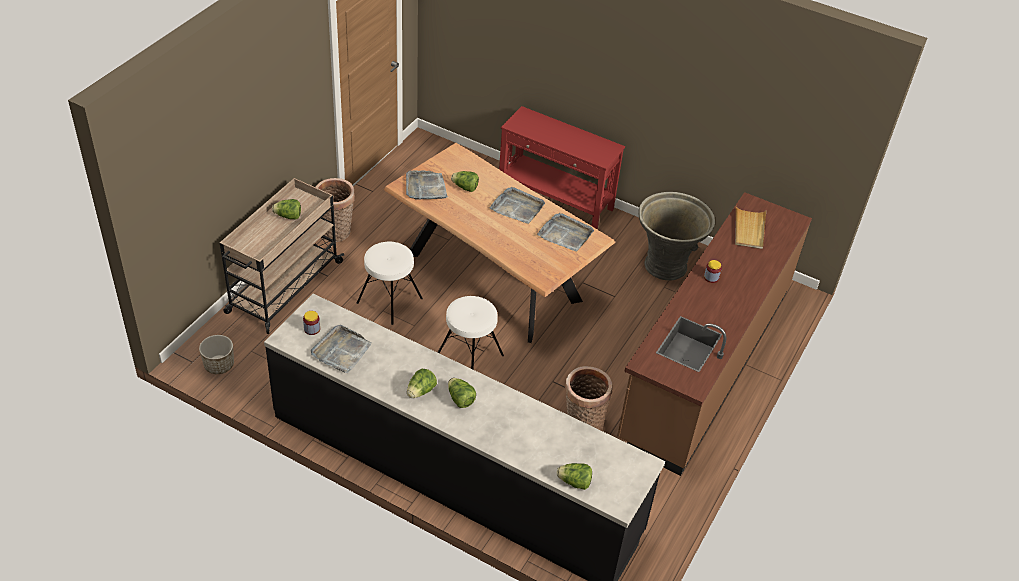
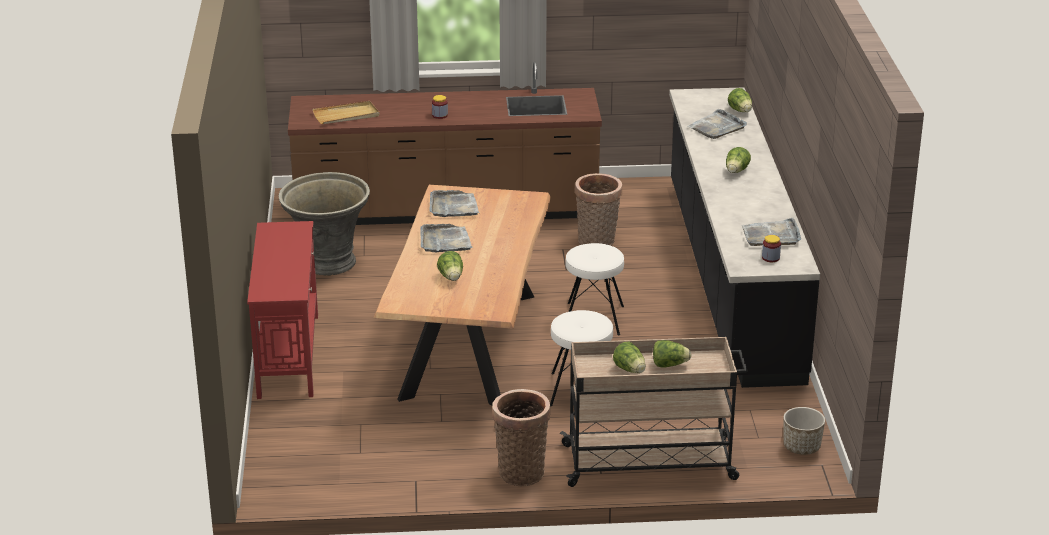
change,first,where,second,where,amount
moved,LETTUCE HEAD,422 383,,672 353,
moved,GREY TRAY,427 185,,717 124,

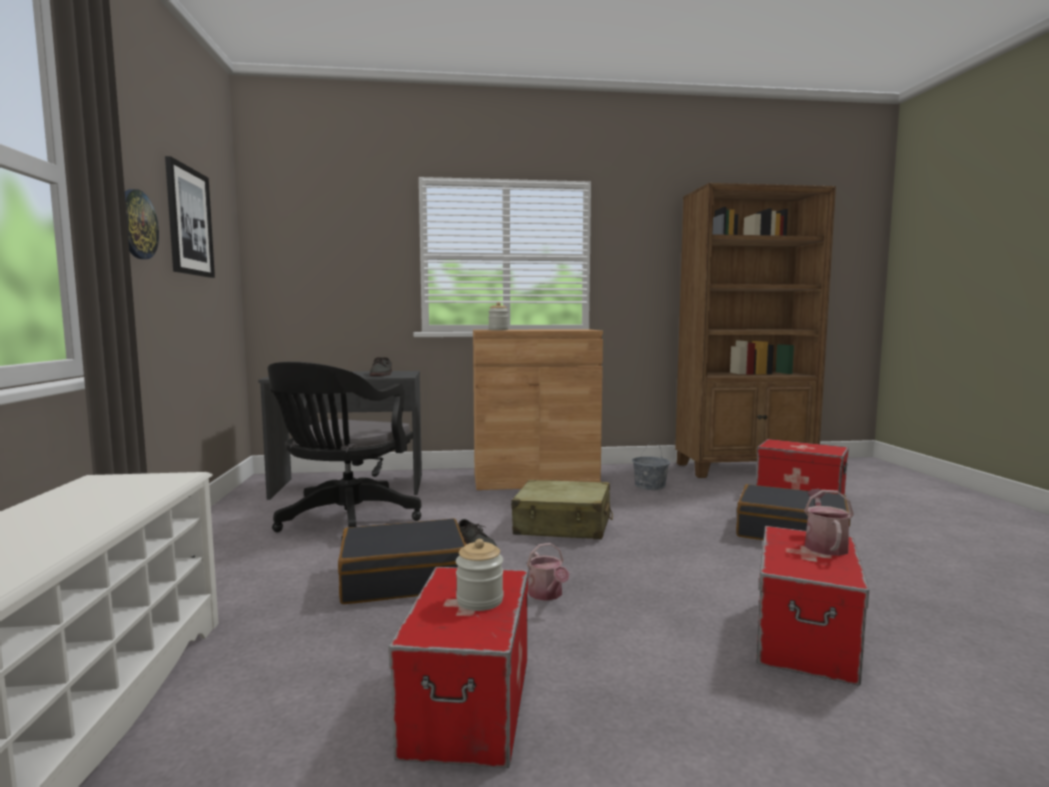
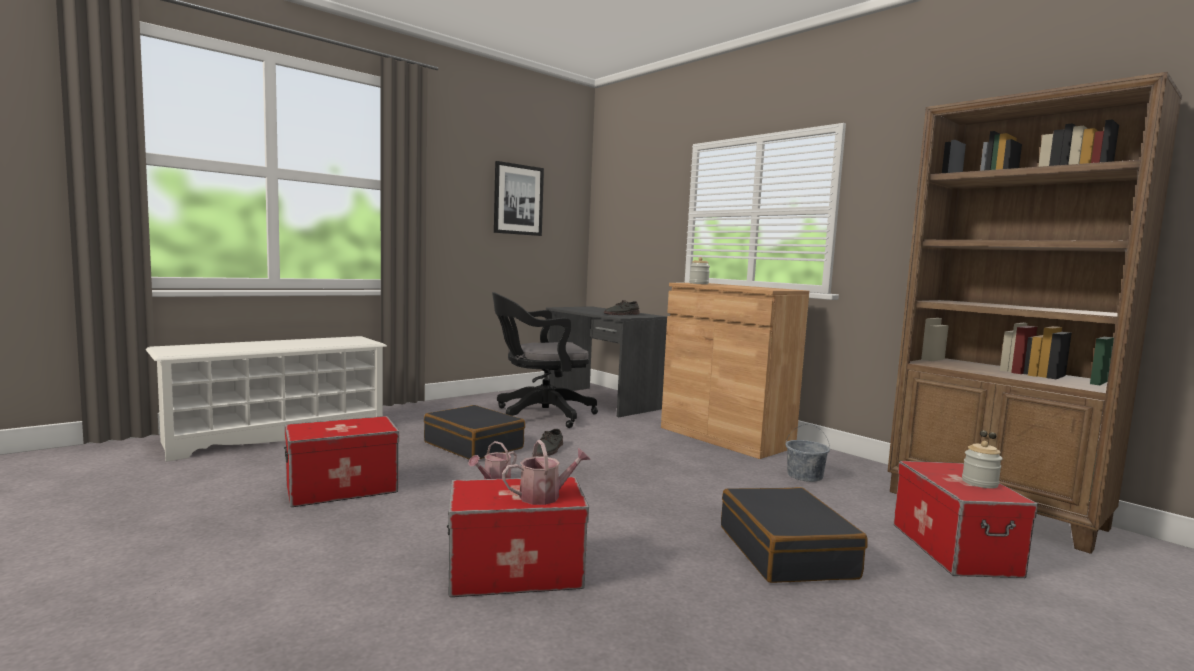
change,first,where,second,where,amount
moved,JAR,480 575,,982 464,
removed,CLOCK ON THE WALL,142 224,,,
removed,BEIGE-COLOURED SUITCASE,562 509,,,

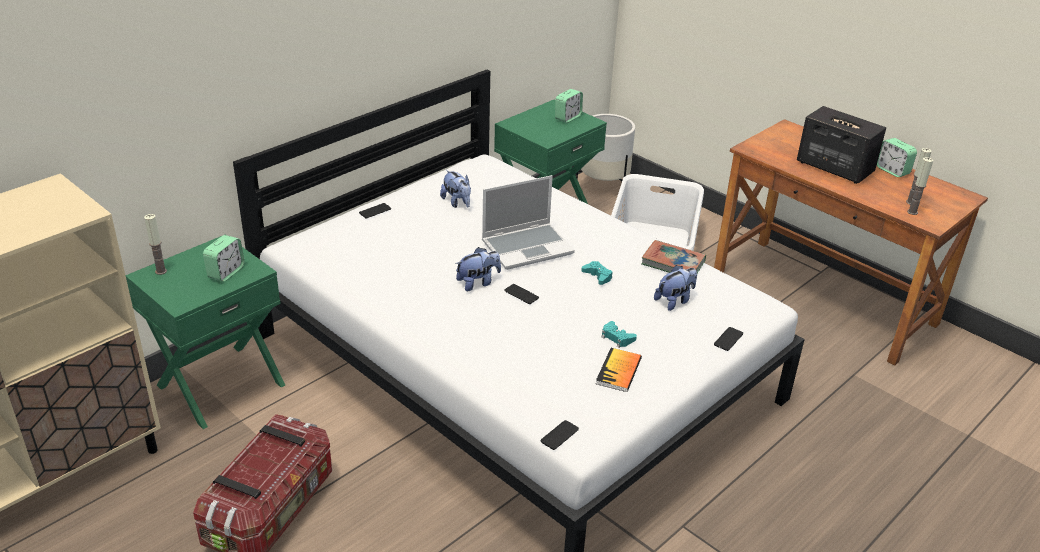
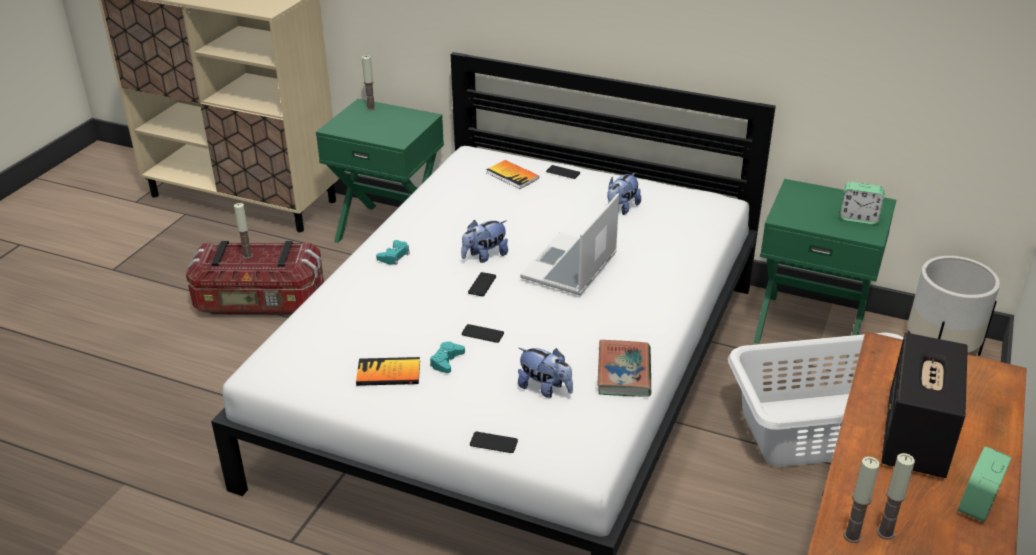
change,first,where,second,where,amount
added,,,WAX LIGHT,243 231,
moved,BLUE-GREEN GAMEPAD,597 273,,393 252,
turned,CUDDLY TOY,478 269,,484 241,105 degrees clockwise
moved,HANDSET,560 435,,482 333,
added,,,BOOK,512 174,
turned,PORTABLE COMPUTER,528 222,,569 244,75 degrees clockwise
removed,BEDSIDE CLOCK,224 258,,,

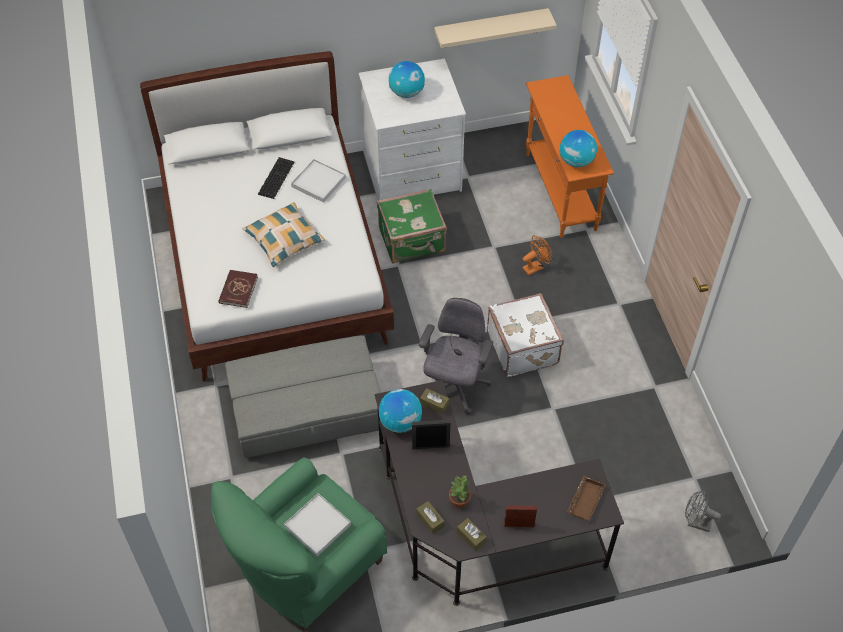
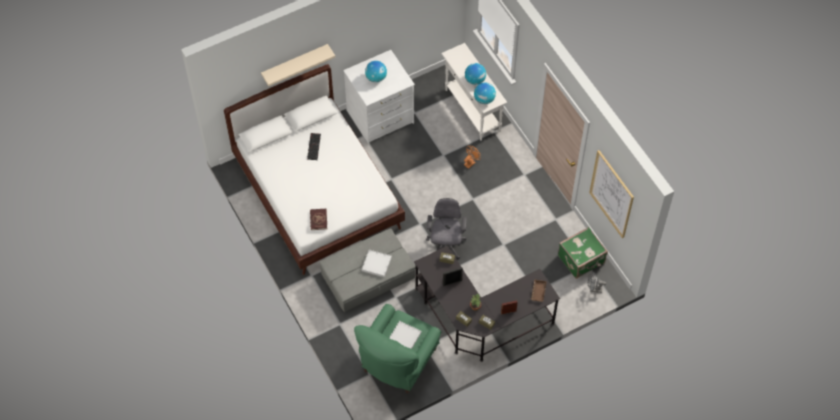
change,first,where,second,where,amount
moved,BEIGE-COLOURED BRACKET SHELF,495 28,,298 65,
moved,WHITISH TRAY,318 181,,377 263,
recoloured,ORANGE-COLOURED CONSOLE TABLE,570 156,WHITISH CONSOLE TABLE,474 92,
moved,WORLD GLOBE,400 411,,475 74,
moved,GREENISH SUITCASE,412 226,,583 253,
added,,,WALL PICTURE,611 194,
removed,PILLOW,283 234,,,
removed,WHITISH SUITCASE,525 335,,,

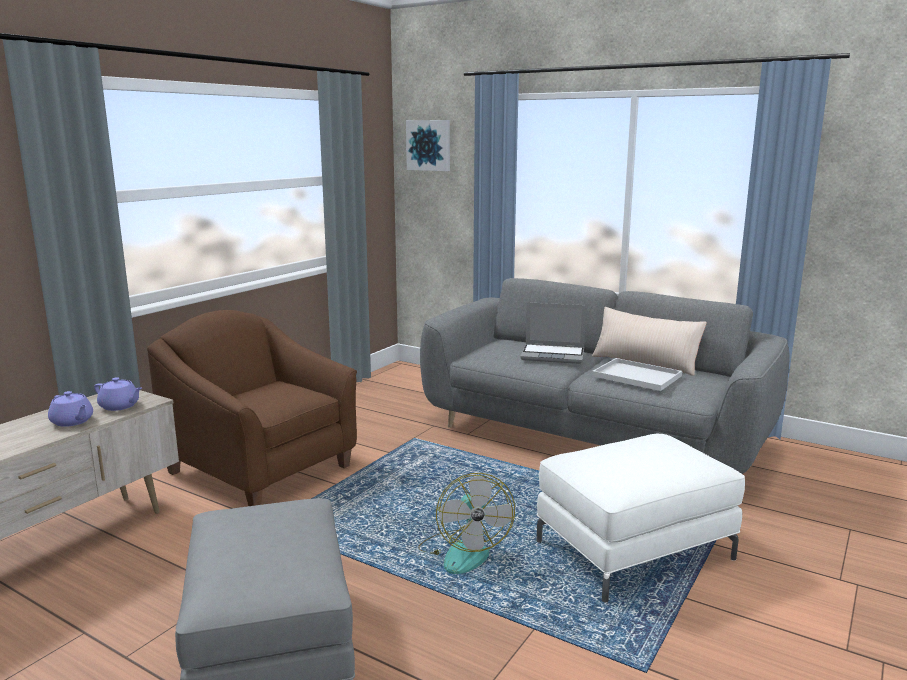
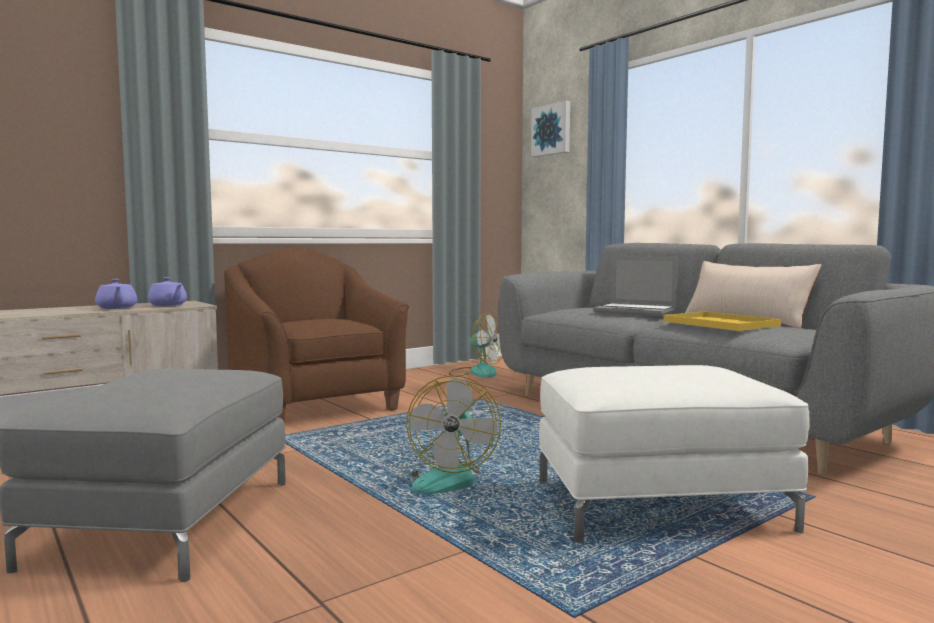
change,first,where,second,where,amount
added,,,FAN,476 345,
recoloured,WHITISH TRAY,637 374,YELLOW TRAY,722 321,

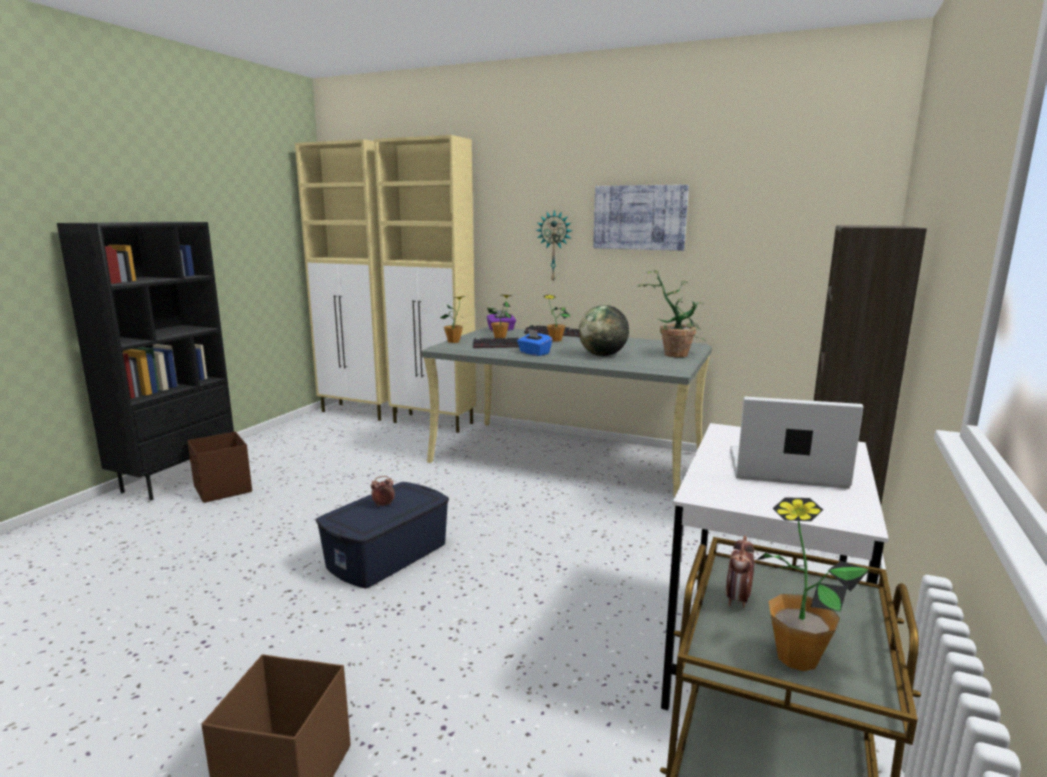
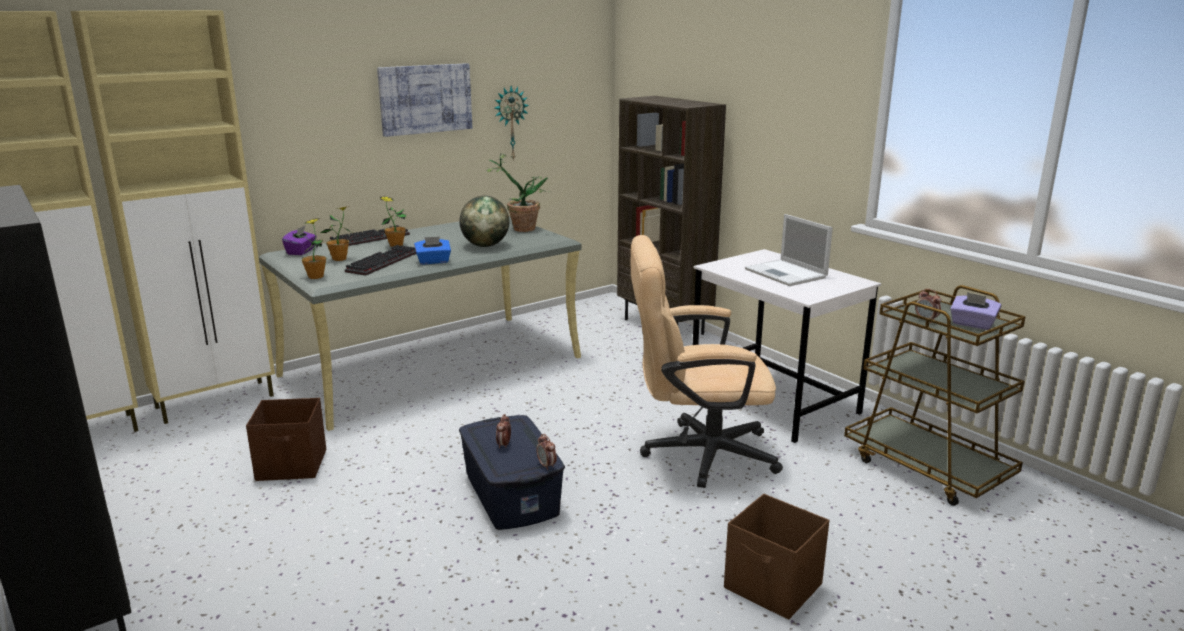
change,first,where,second,where,amount
moved,BROWN-COLOURED STORAGE CONTAINER,219 467,,286 439,
moved,CLOCK ON THE WALL,554 245,,511 123,
added,,,BEDSIDE CLOCK,547 452,
added,,,BEIGE-COLOURED DESK CHAIR,707 361,
turned,PORTABLE COMPUTER,796 443,,789 250,75 degrees counterclockwise
replaced,POTTED PLANT,813 584,PURPLE BOX OF TISSUES,975 311,

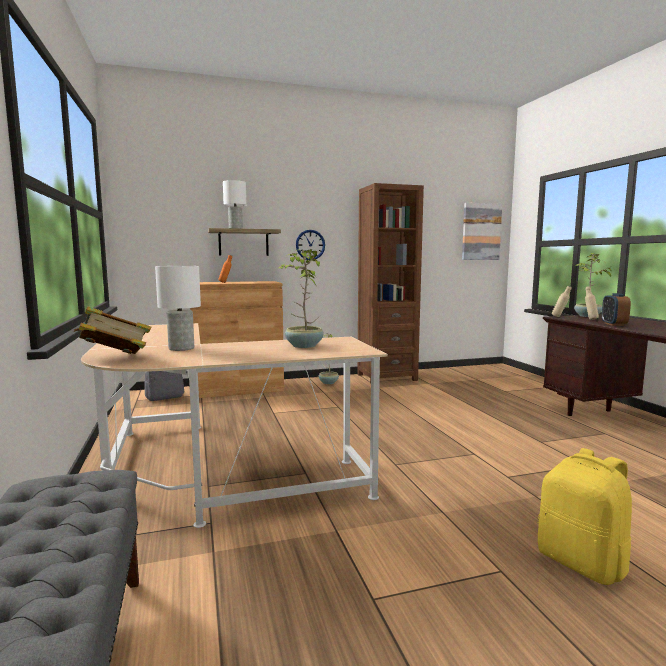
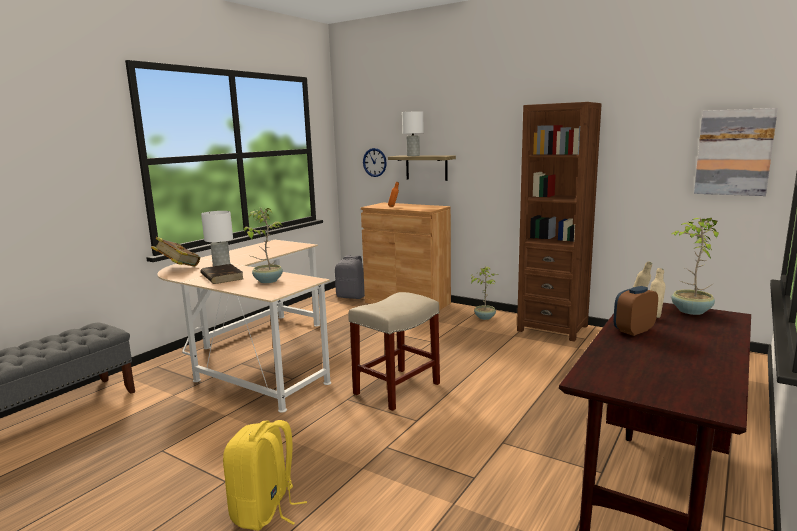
change,first,where,second,where,amount
added,,,BROWN-COLOURED BOOK,222 274,
added,,,BEIGE-COLOURED SITTING STOOL,394 351,
moved,CLOCK ON THE WALL,310 245,,375 162,

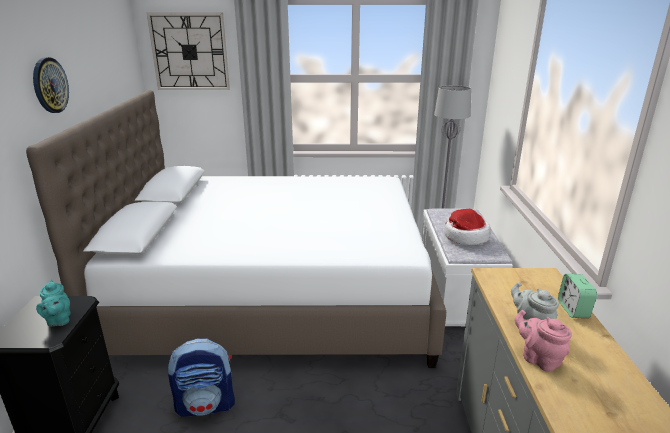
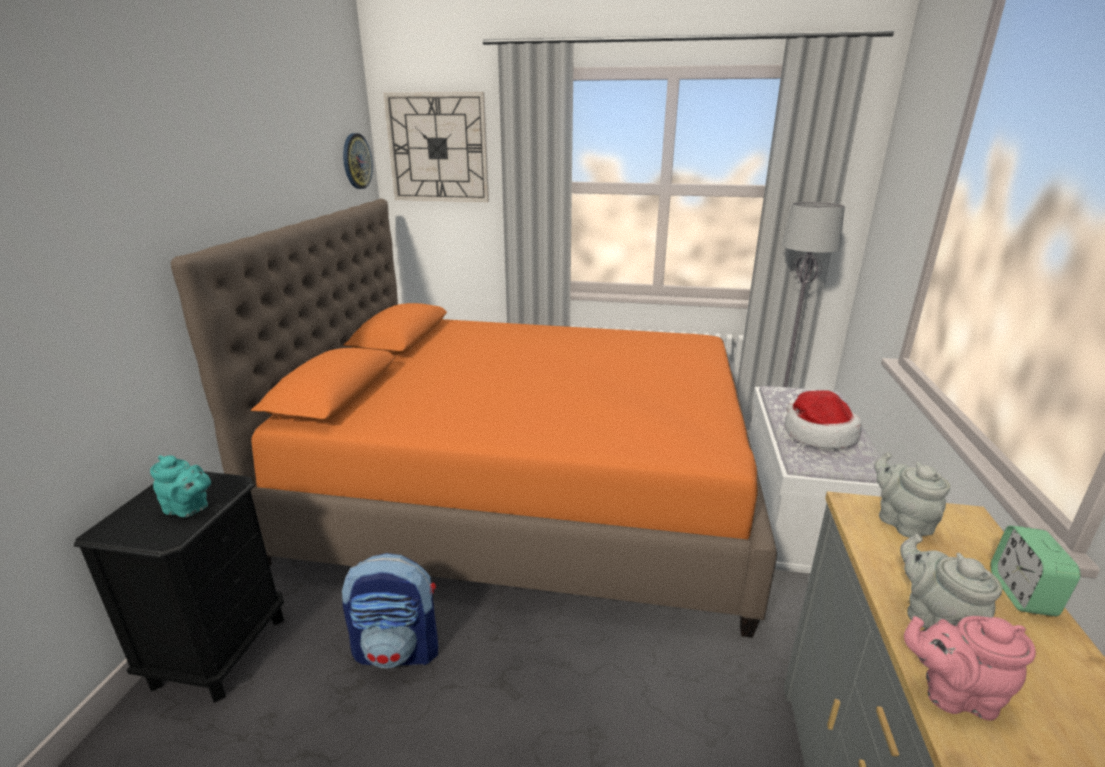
change,first,where,second,where,amount
turned,BLUE-GREEN TEA POT,53 303,,180 486,60 degrees counterclockwise
recoloured,WHITISH BED,236 229,ORANGE-COLOURED BED,474 418,
moved,CLOCK ON THE WALL,51 85,,358 161,
added,,,GREY TEA POT,912 495,
turned,PINKISH TEA POT,543 341,,970 668,45 degrees counterclockwise

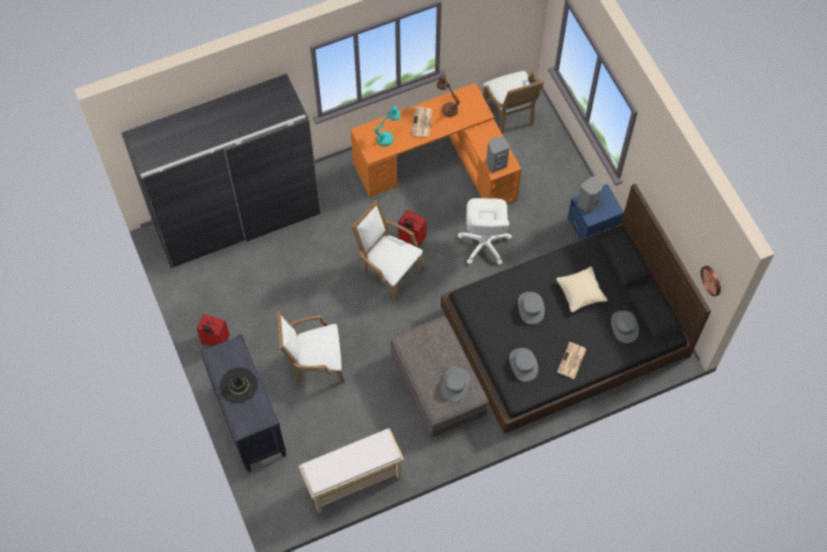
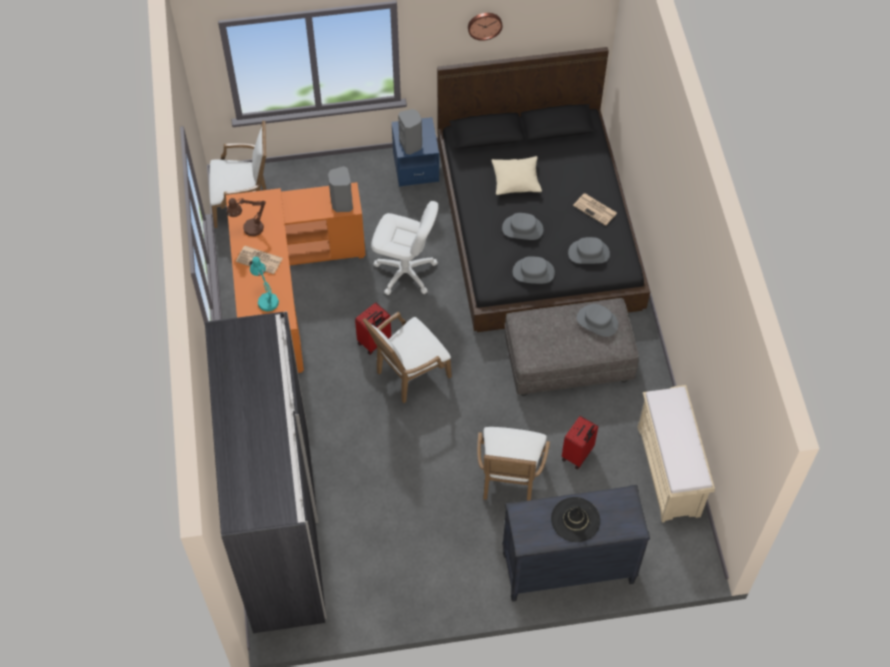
change,first,where,second,where,amount
moved,CLOCK ON THE WALL,711 281,,485 27,
moved,GREY HAT,625 326,,534 270,
moved,REDDISH SUITCASE,213 330,,580 442,

